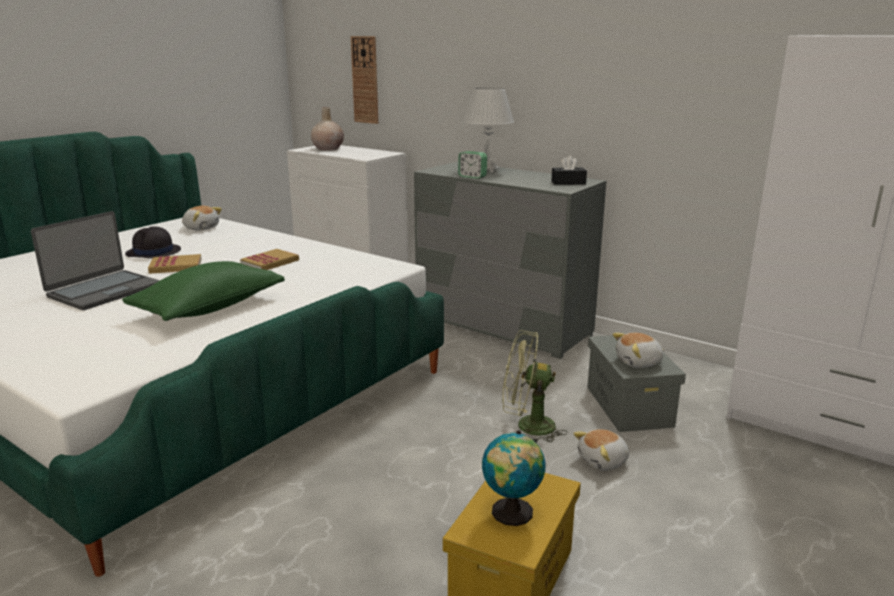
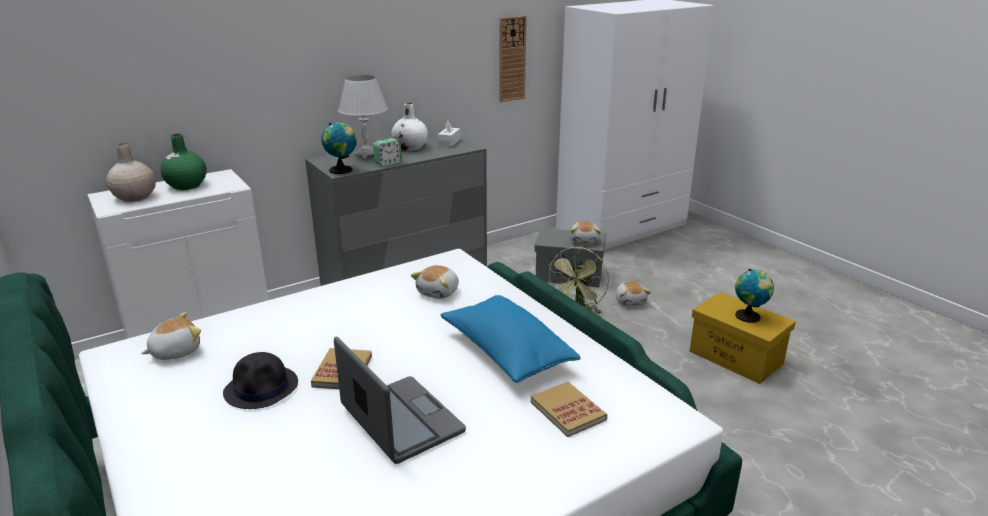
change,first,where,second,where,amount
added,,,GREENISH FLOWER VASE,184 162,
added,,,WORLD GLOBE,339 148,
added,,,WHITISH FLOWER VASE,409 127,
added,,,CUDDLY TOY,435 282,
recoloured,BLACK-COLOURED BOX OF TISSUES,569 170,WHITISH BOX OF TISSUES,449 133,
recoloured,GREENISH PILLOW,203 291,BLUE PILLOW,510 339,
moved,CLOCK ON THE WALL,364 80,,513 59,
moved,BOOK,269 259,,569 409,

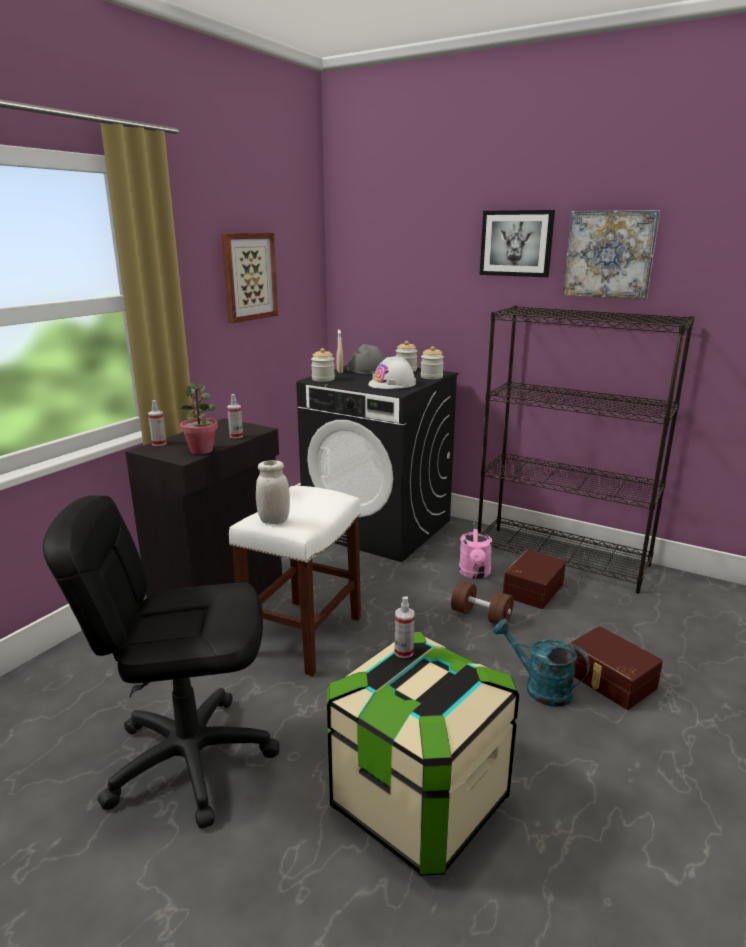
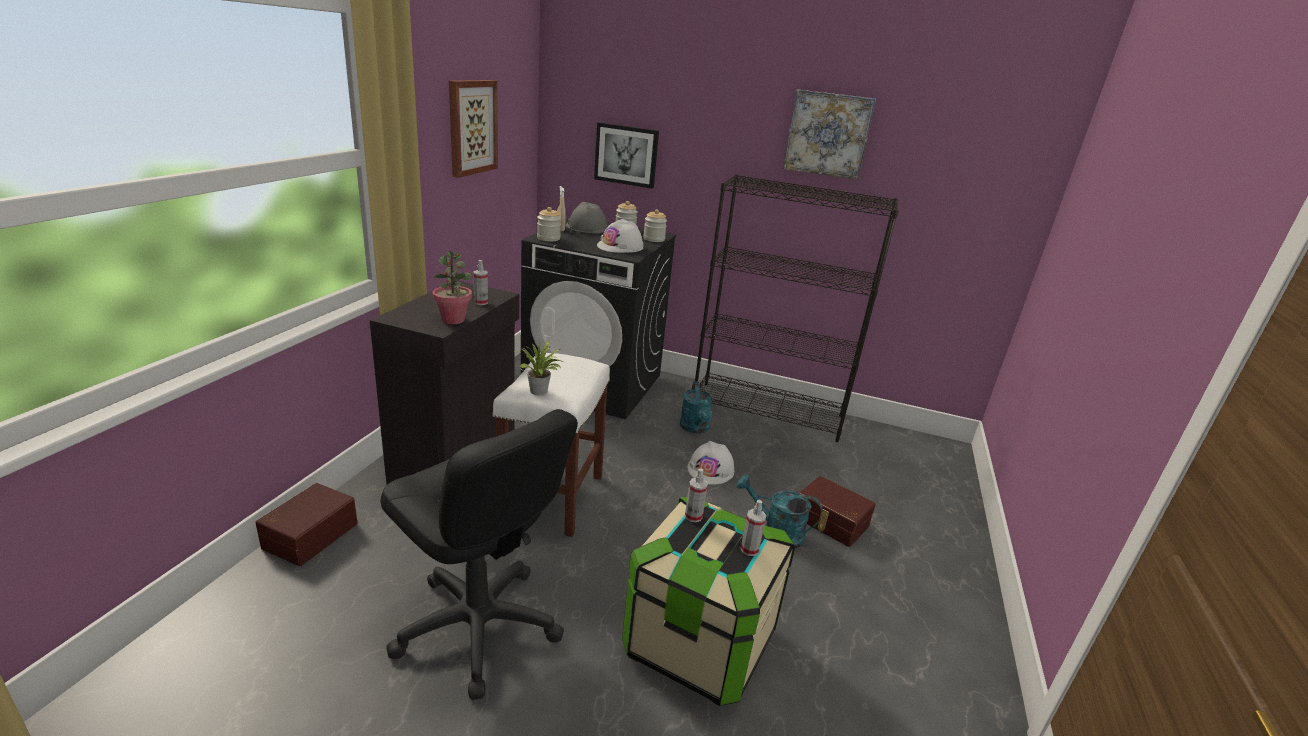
change,first,where,second,where,amount
moved,BROWN-COLOURED STORAGE CONTAINER,534 579,,306 524,
turned,BLACK-COLOURED DESK CHAIR,161 662,,479 554,120 degrees counterclockwise
replaced,WHITISH JAR,273 492,POTTED PLANT,541 368,
moved,WALL PICTURE,517 243,,626 155,
recoloured,PINKISH WATERING CAN,475 551,BLUE-GREEN WATERING CAN,696 407,
replaced,BROWN-COLOURED FREE WEIGHT,482 602,WHITISH WORK HELMET,711 463,
moved,SPRAY BOTTLE,157 423,,753 528,

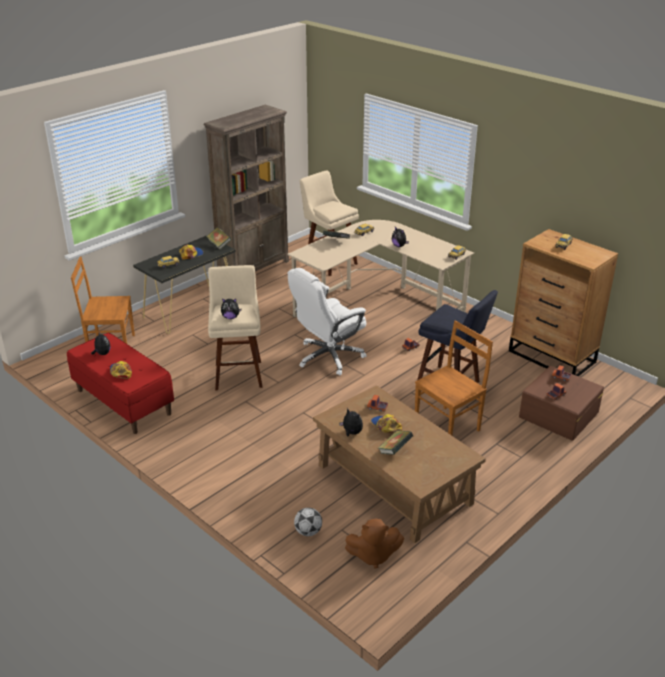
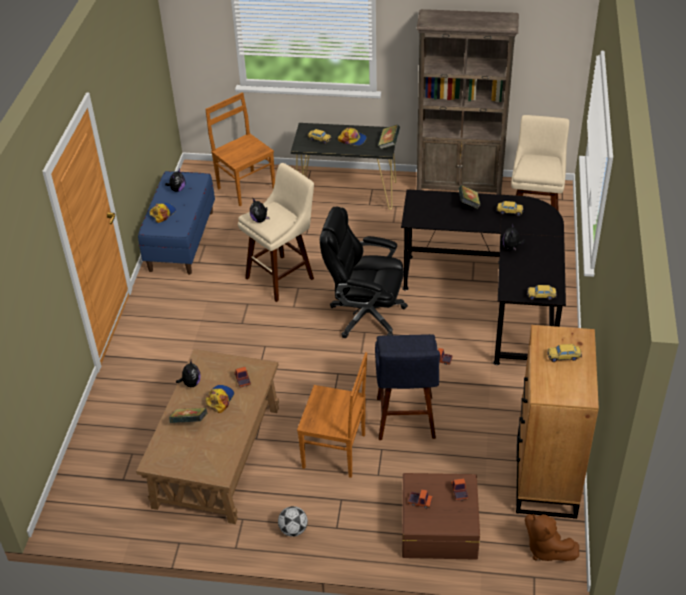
change,first,where,second,where,amount
recoloured,REDDISH BENCH,120 383,BLUE BENCH,176 223,
moved,FOOTBALL,308 522,,293 521,
recoloured,WHITISH DESK CHAIR,327 321,BLACK-COLOURED DESK CHAIR,364 272,
recoloured,BEIGE-COLOURED DESK UNIT,380 268,BLACK-COLOURED DESK UNIT,483 277,
moved,BROWN-COLOURED CUDDLY TOY,374 544,,552 537,

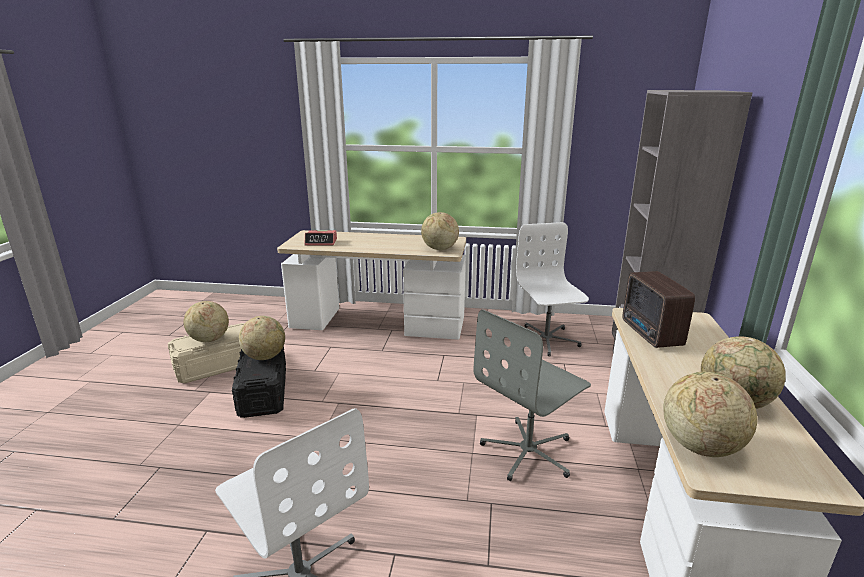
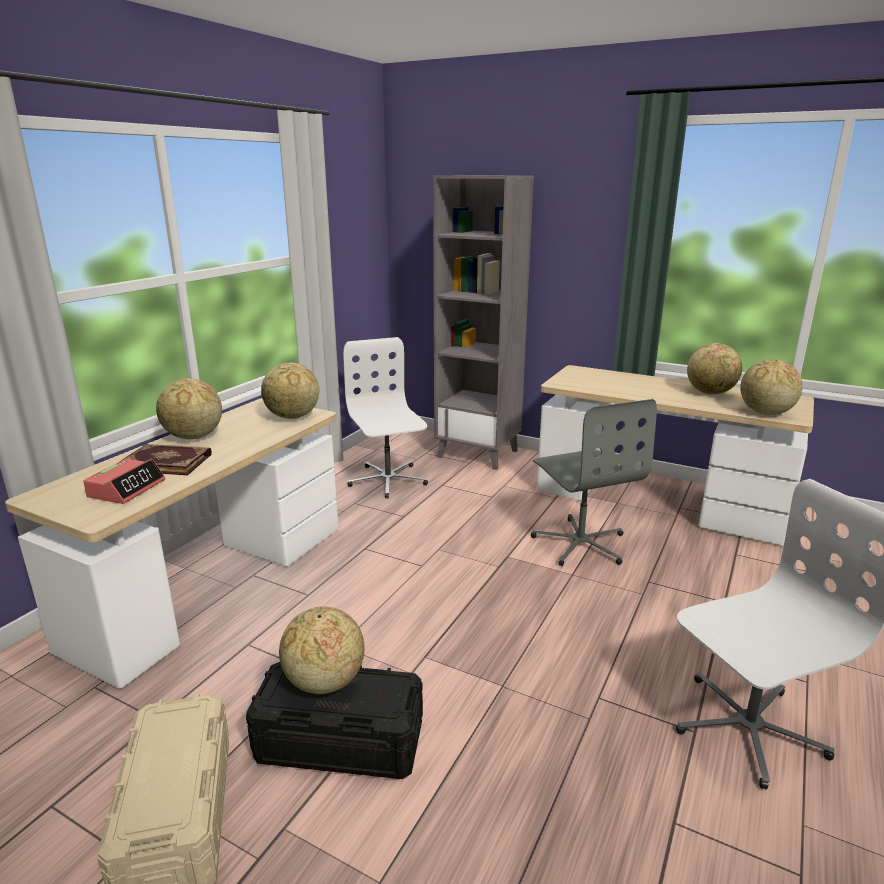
change,first,where,second,where,amount
added,,,BOOK,165 459,
moved,WORLD GLOBE,206 321,,189 408,
turned,WHITISH DESK CHAIR,552 289,,385 417,60 degrees clockwise
removed,RADIO SET,658 309,,,

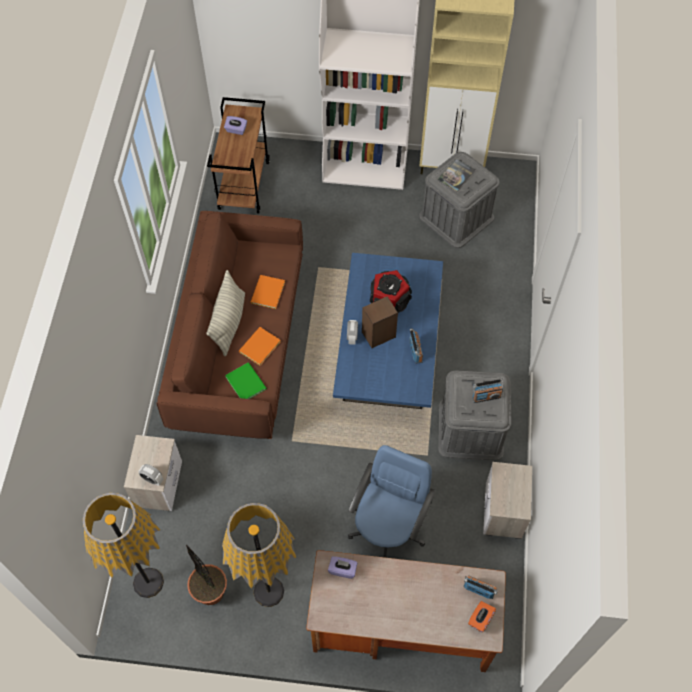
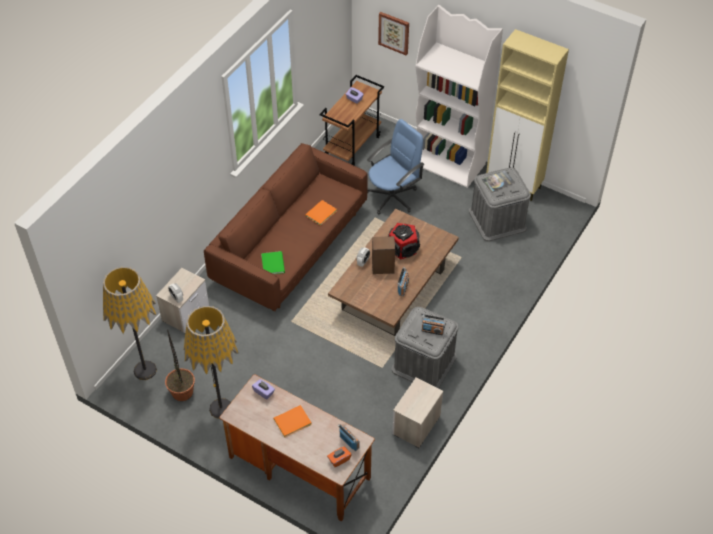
change,first,where,second,where,amount
moved,ORANGE-COLOURED BOOK,260 346,,293 421,
recoloured,BLUE LOW TABLE,388 331,BROWN-COLOURED LOW TABLE,393 272,
moved,BLUE DESK CHAIR,392 501,,395 167,
added,,,WALL PICTURE,393 33,
removed,PILLOW,225 313,,,

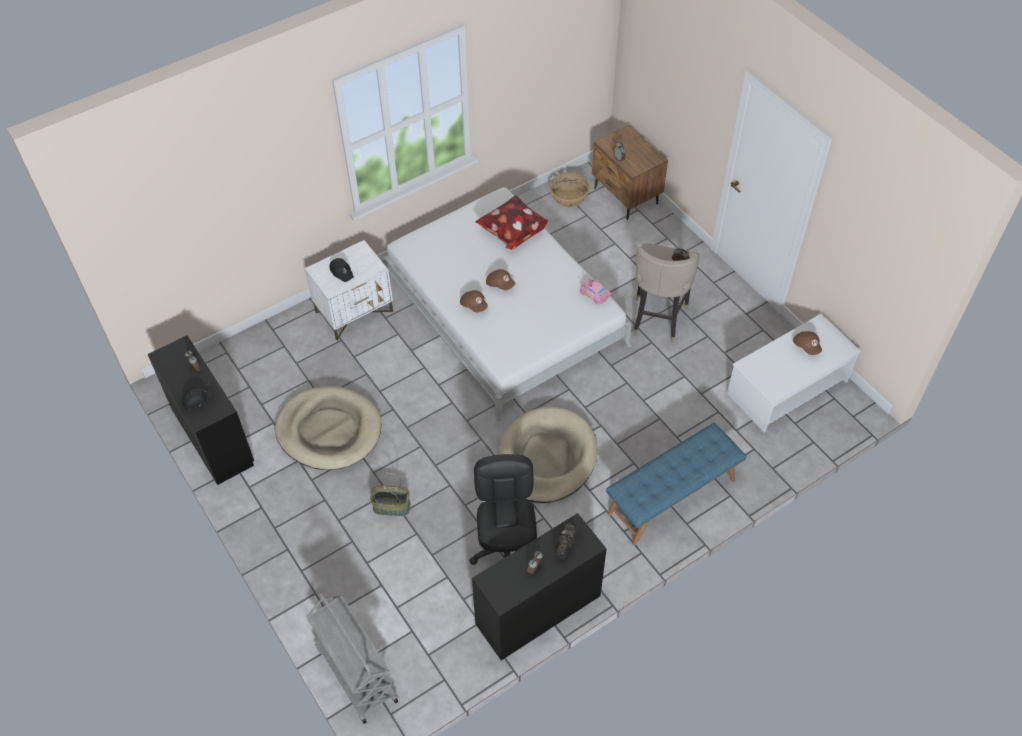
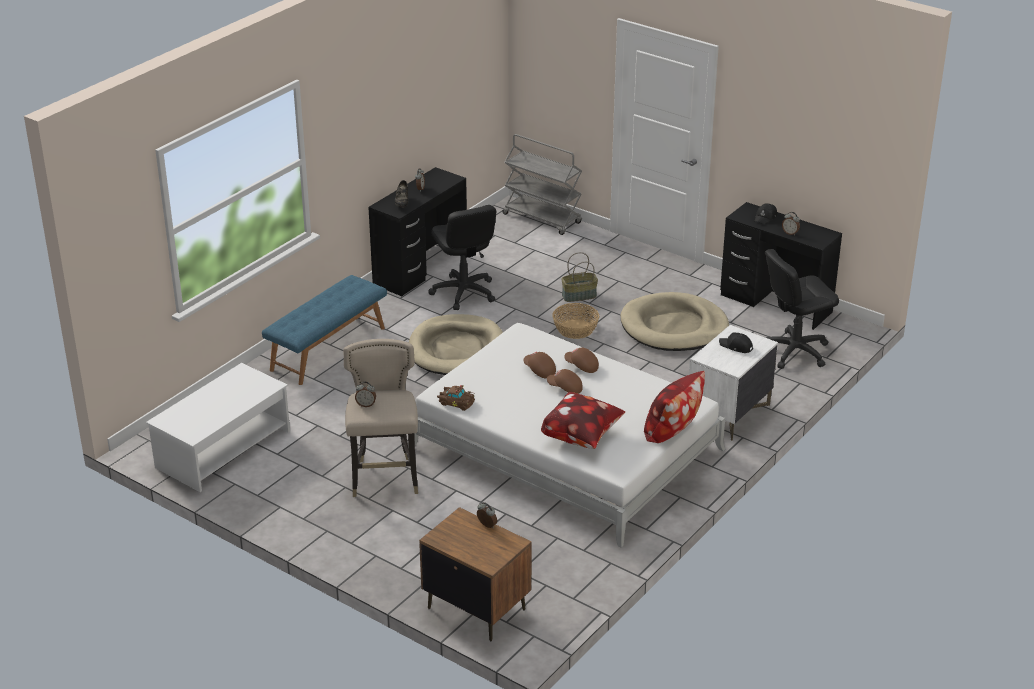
change,first,where,second,where,amount
recoloured,PINKISH MINIATURE CAR,596 290,BROWN-COLOURED MINIATURE CAR,456 398,
moved,BROWN-COLOURED BASEBALL CAP,807 343,,540 365,
moved,BASKET,569 190,,575 321,
added,,,PILLOW,674 407,
added,,,BLACK-COLOURED DESK CHAIR,802 309,

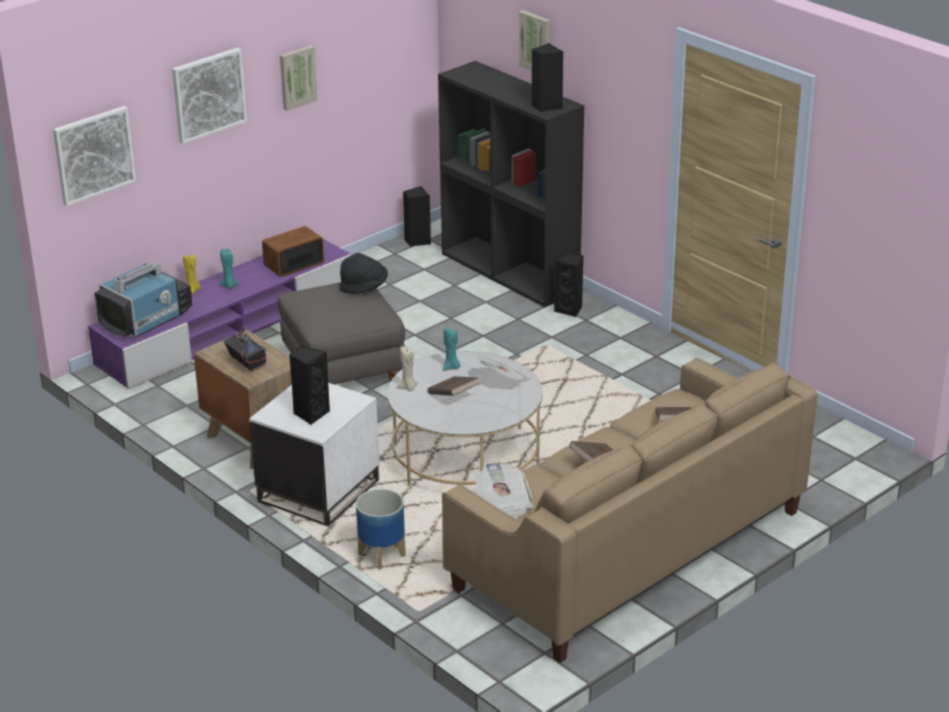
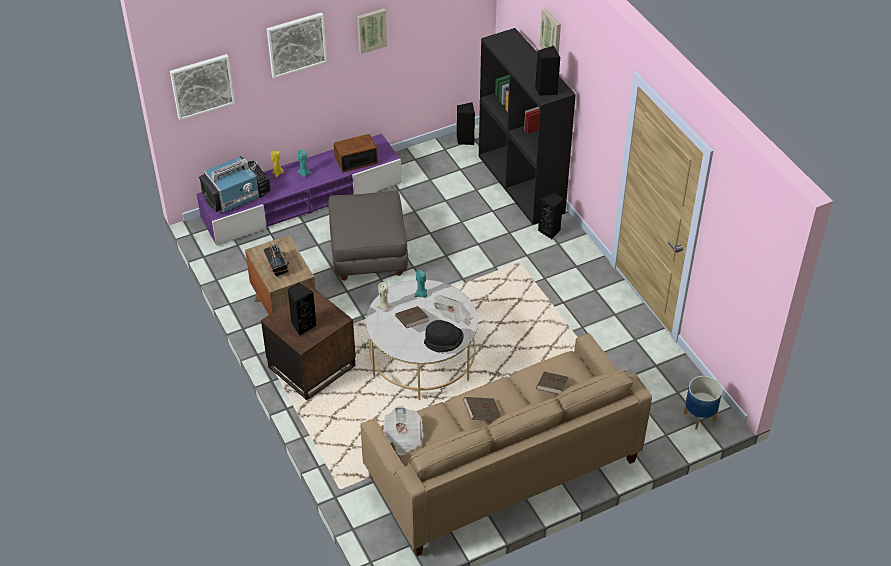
change,first,where,second,where,amount
recoloured,WHITISH END TABLE,314 454,BROWN-COLOURED END TABLE,308 343,
moved,BLACK-COLOURED HAT,363 273,,444 336,
moved,PLANTER,381 529,,702 403,

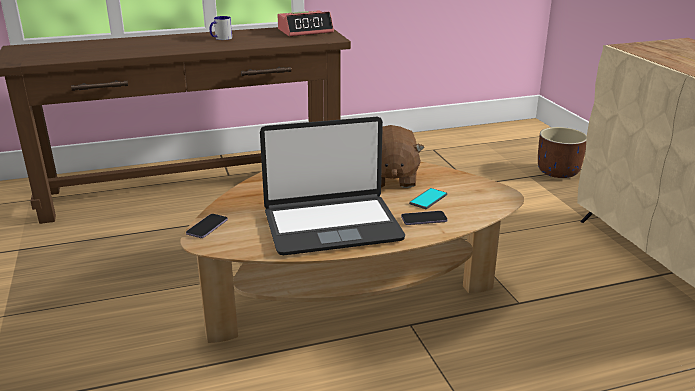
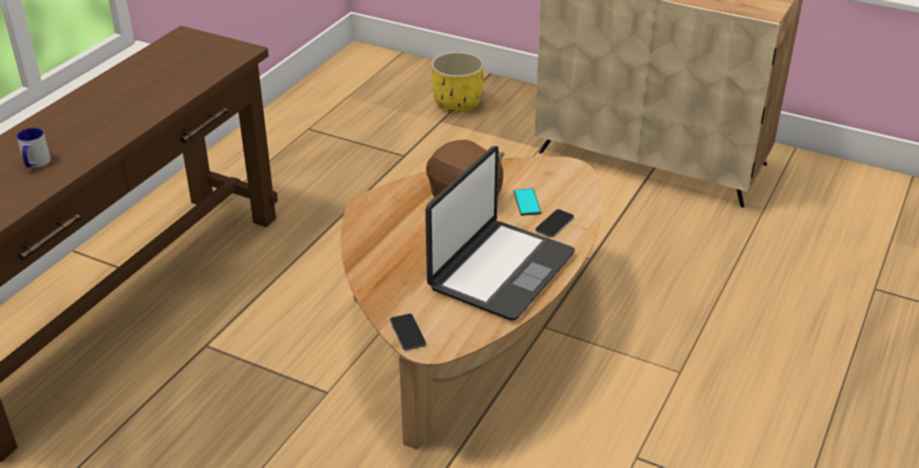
change,first,where,second,where,amount
moved,COFFEE MUG,221 28,,34 148,
recoloured,BROWN-COLOURED PLANTER,562 152,YELLOW PLANTER,457 82,
removed,BEDSIDE CLOCK,305 23,,,

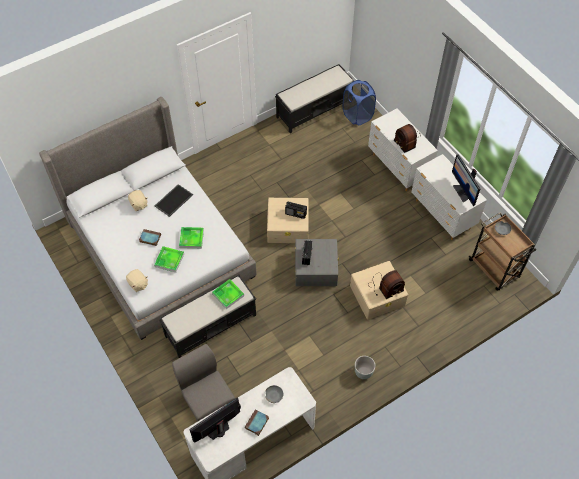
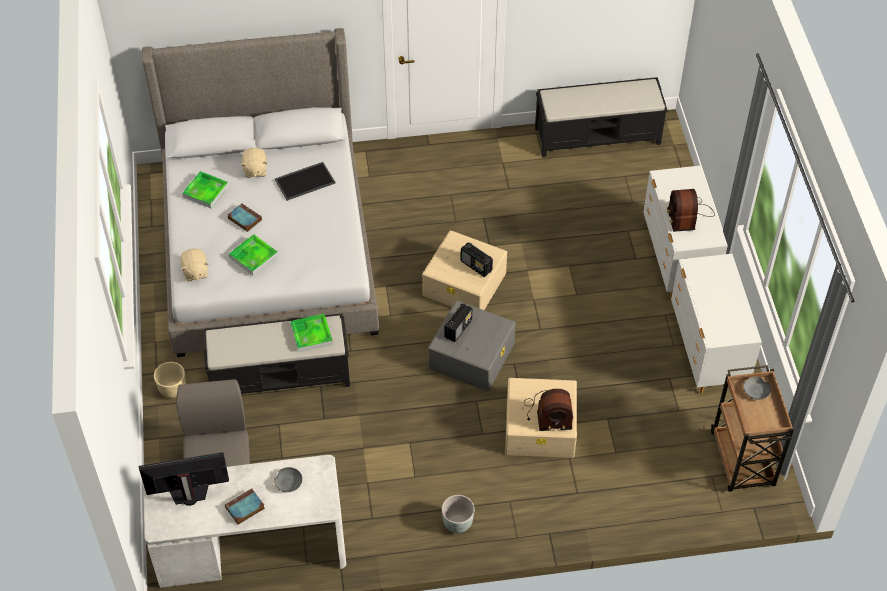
change,first,where,second,where,amount
added,,,BEIGE-COLOURED PLANTER,170 380,
moved,TRAY,191 238,,205 189,
removed,BLUE WASHING BASKET,359 102,,,
removed,COMPUTER DISPLAY,466 180,,,

